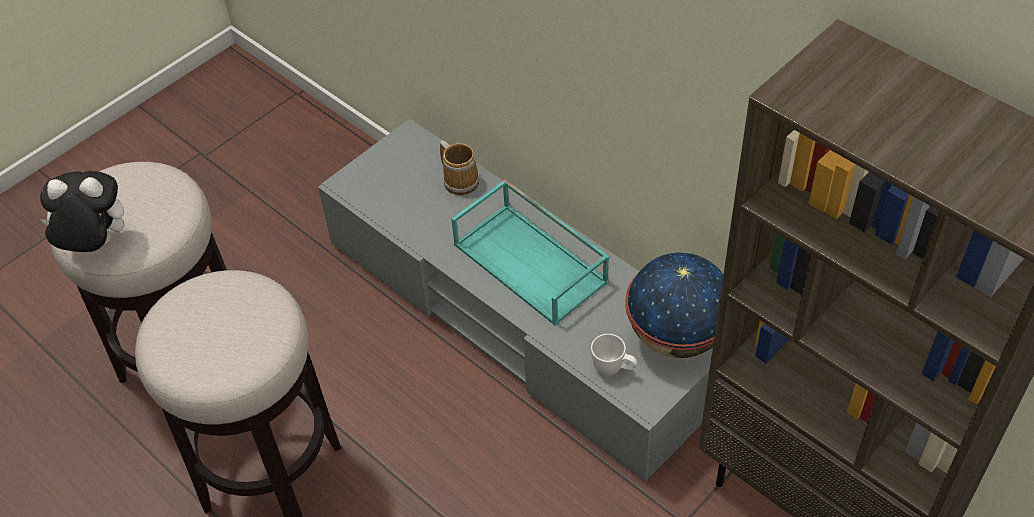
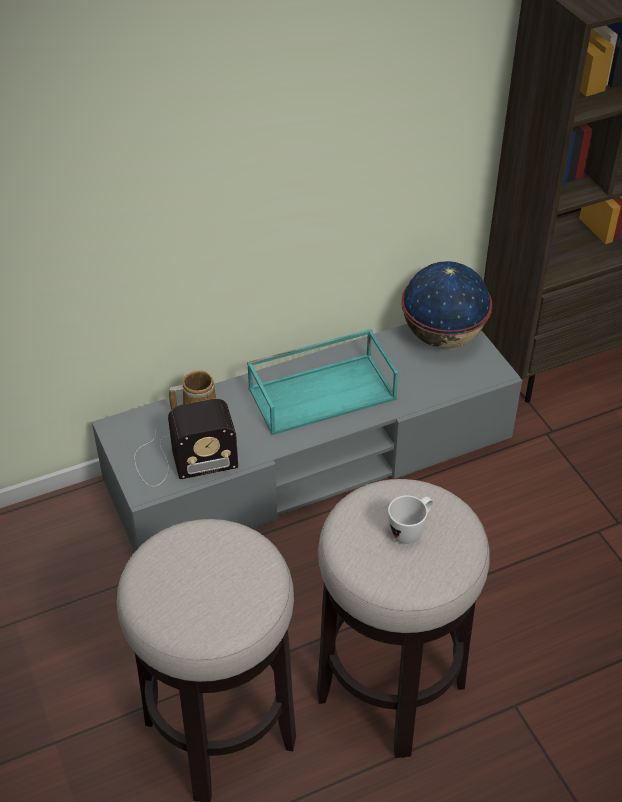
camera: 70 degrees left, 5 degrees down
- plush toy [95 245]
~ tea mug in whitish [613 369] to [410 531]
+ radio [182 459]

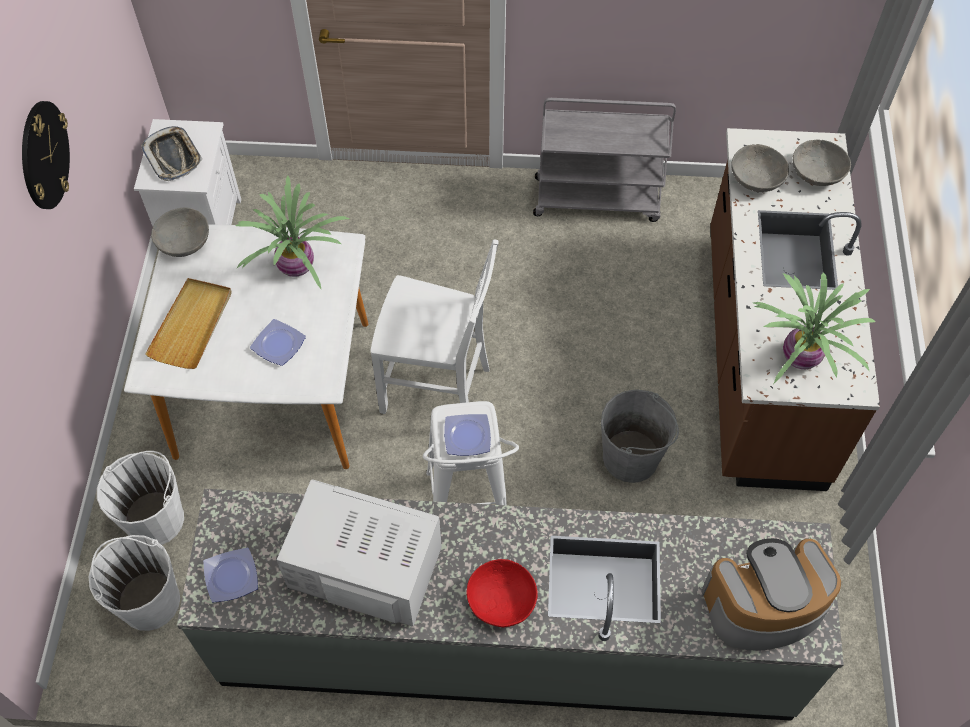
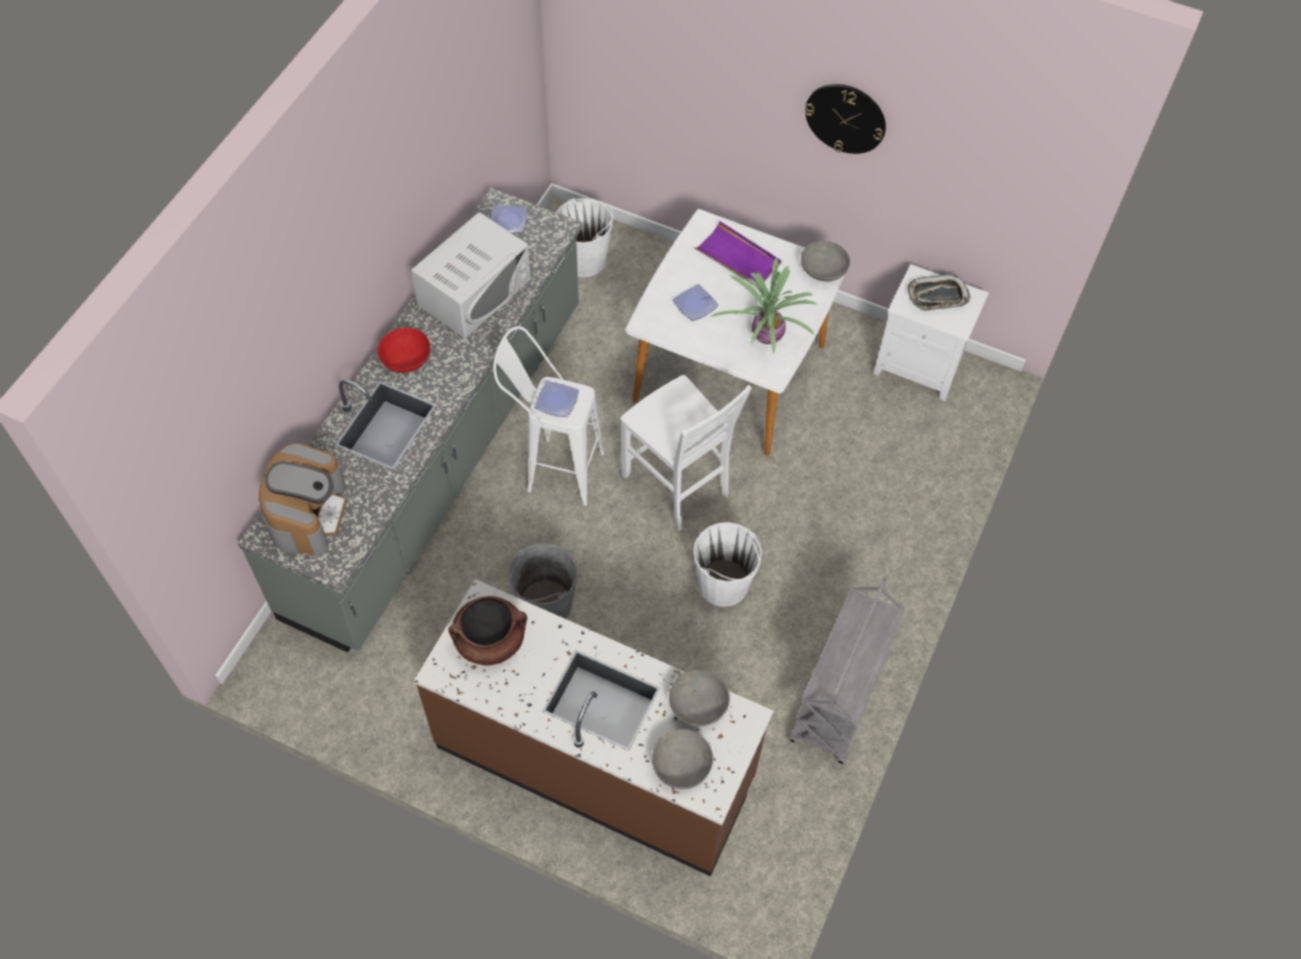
camera: 110 degrees right, 0 degrees up
~ water bucket in whitish [155 519] to [723 584]
~ carrying tray in beige [192 325] to carrying tray in purple-coloured [738 258]
~ plain chair in whitish [438 389] = [677 486] 75 degrees counterclockwise
~ plant in a pot [798 358] to saucepot in brown-coloured [490 640]

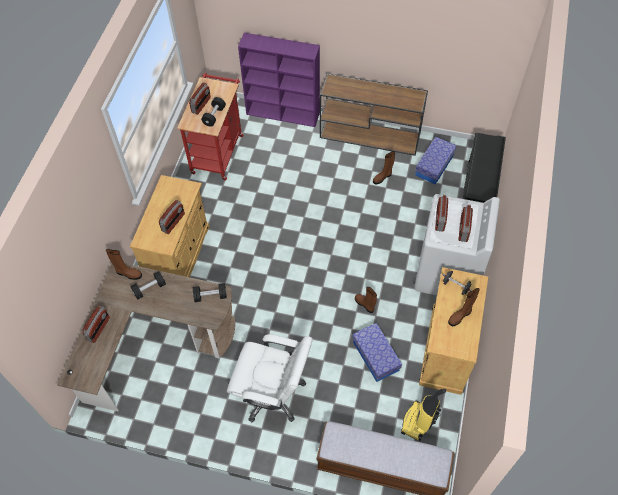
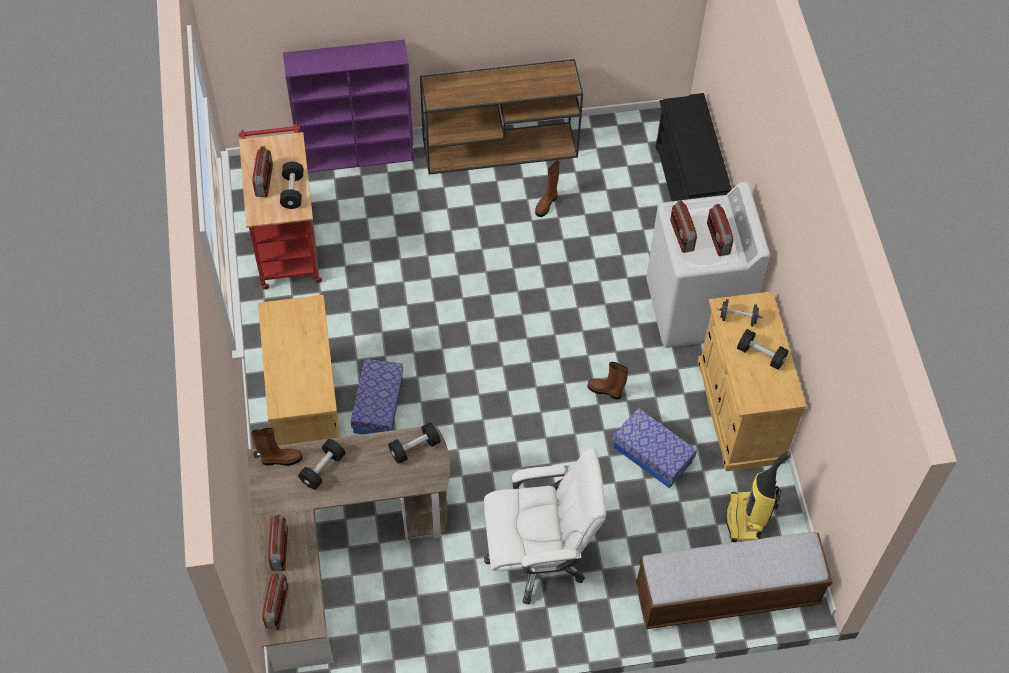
camera: 25 degrees left, 0 degrees up
~ radio [173 222] to [277 607]
~ storage container [434 165] to [378 405]
~ tall boot in brown-coloured [460 316] to free weight in black-coloured [761 355]

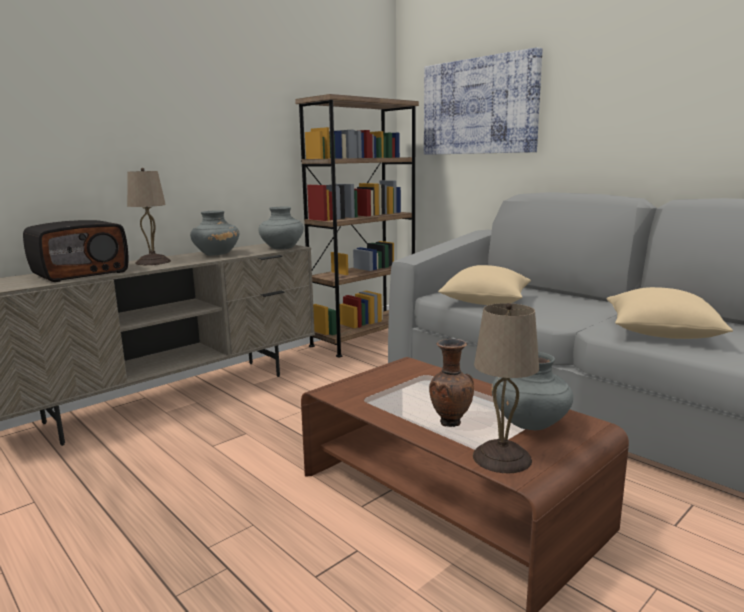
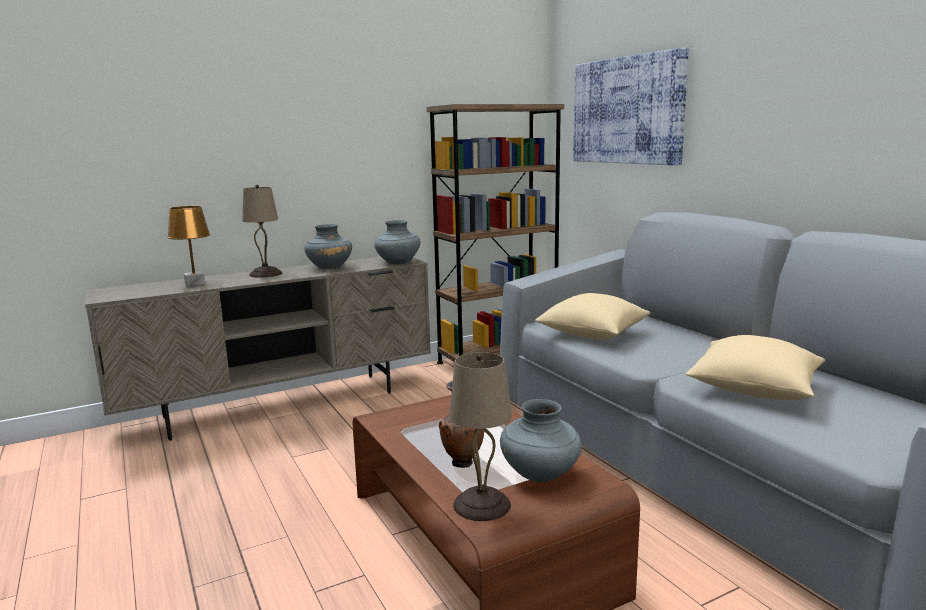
camera: 15 degrees right, 0 degrees up
~ radio [81 273] to lamp for a table in brown-coloured [195 283]

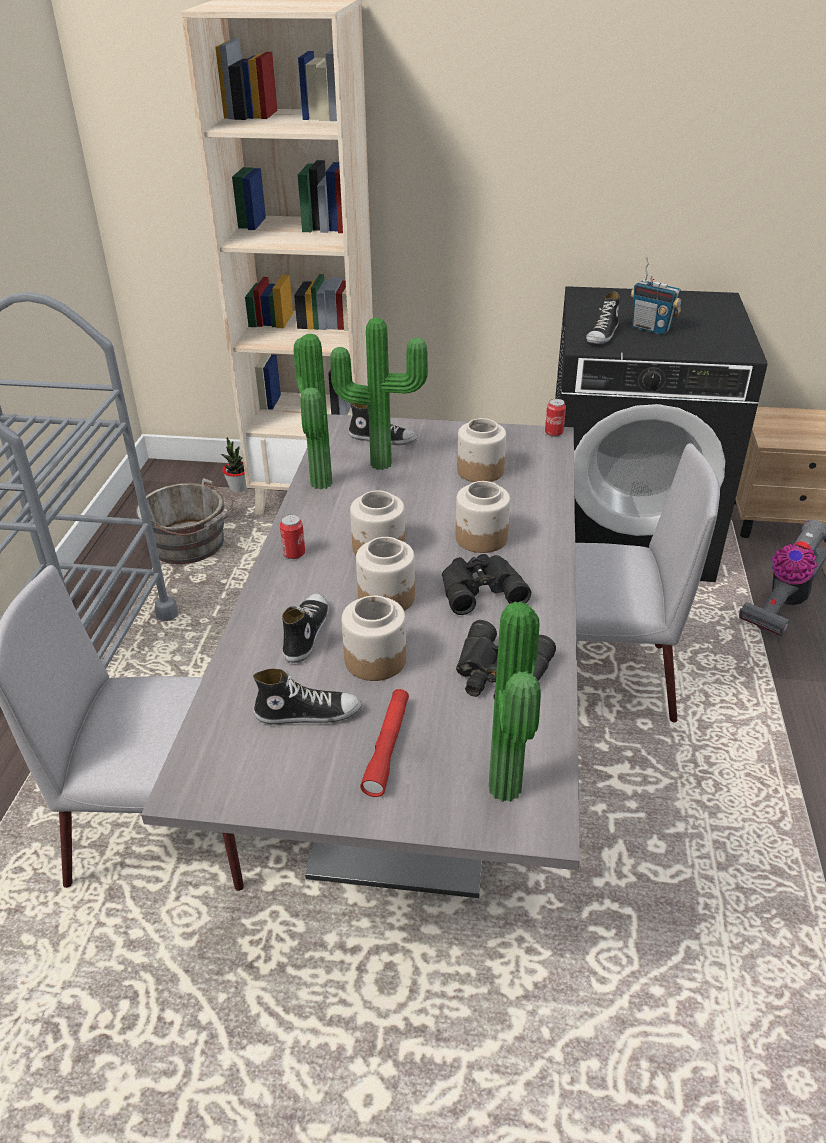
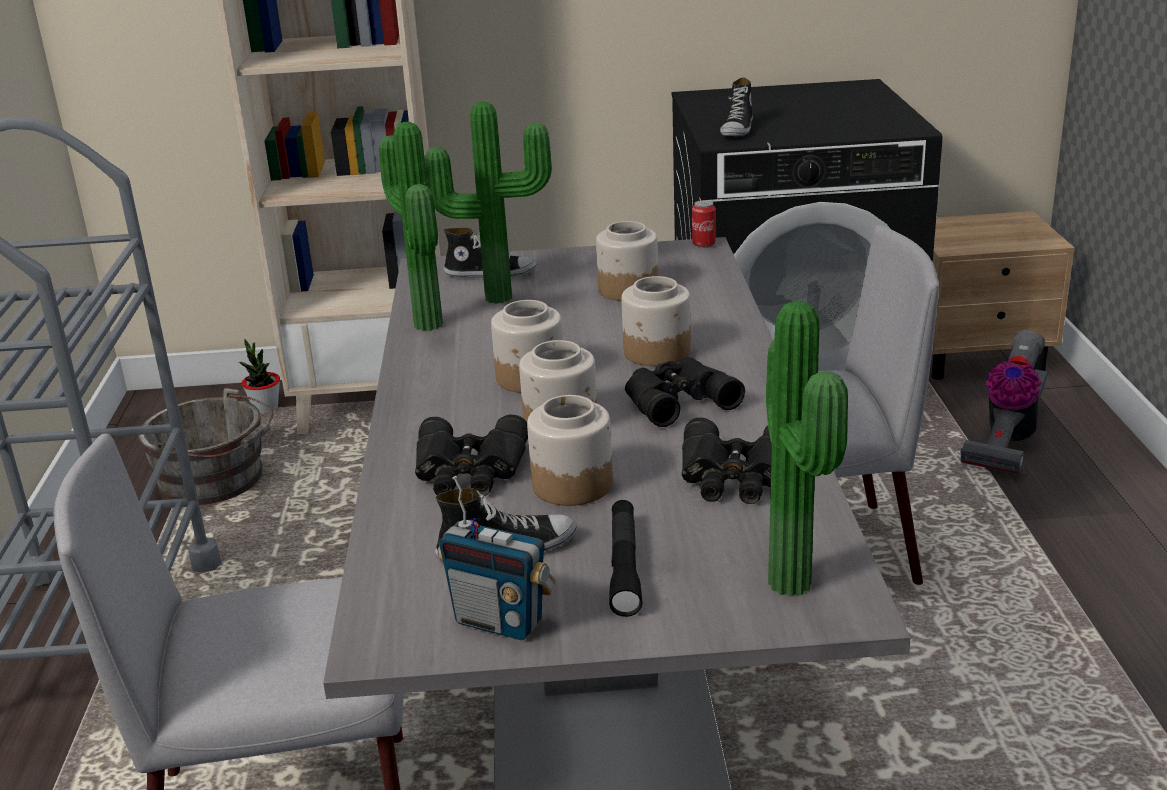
camera: 10 degrees left, 10 degrees down
- can [294 554]
~ low shoe [305 633] to field glasses in black-coloured [470 471]
~ torch in reddish [387 747] to torch in black-coloured [624 566]
~ radio [651 329] to [499 622]

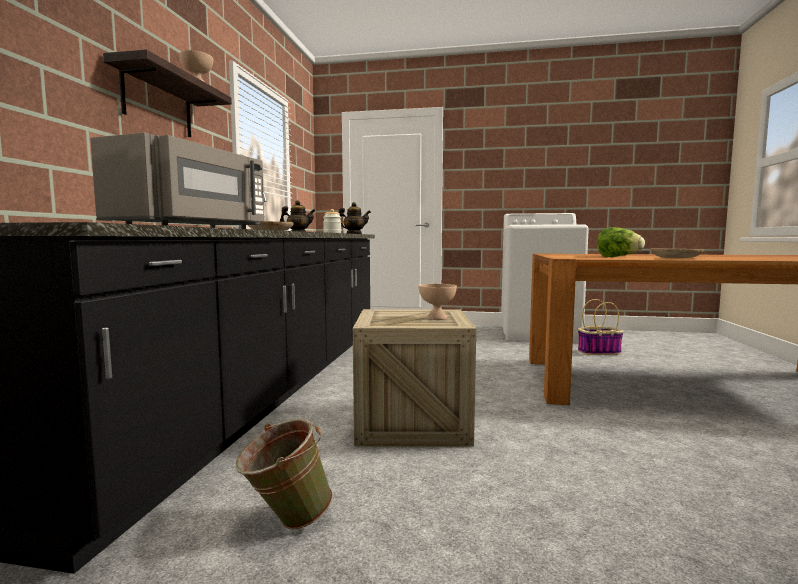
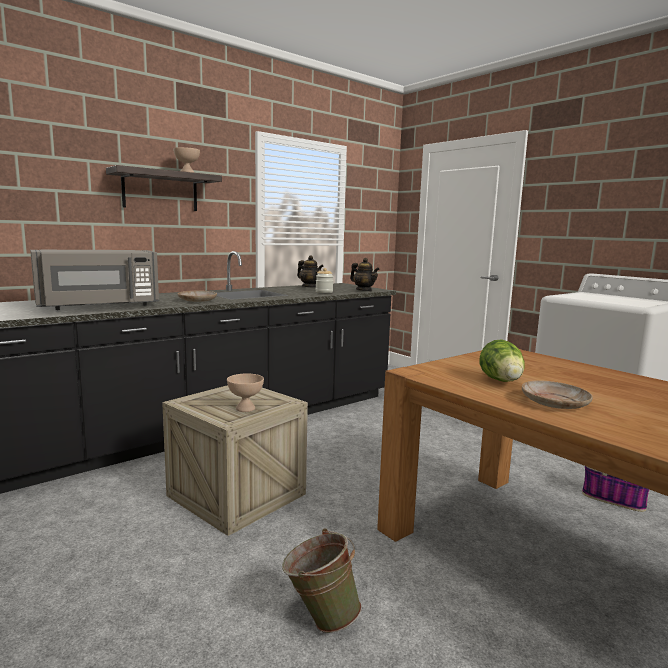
camera: 40 degrees right, 5 degrees up
~ water bucket in greenish [285 521] to [320 617]

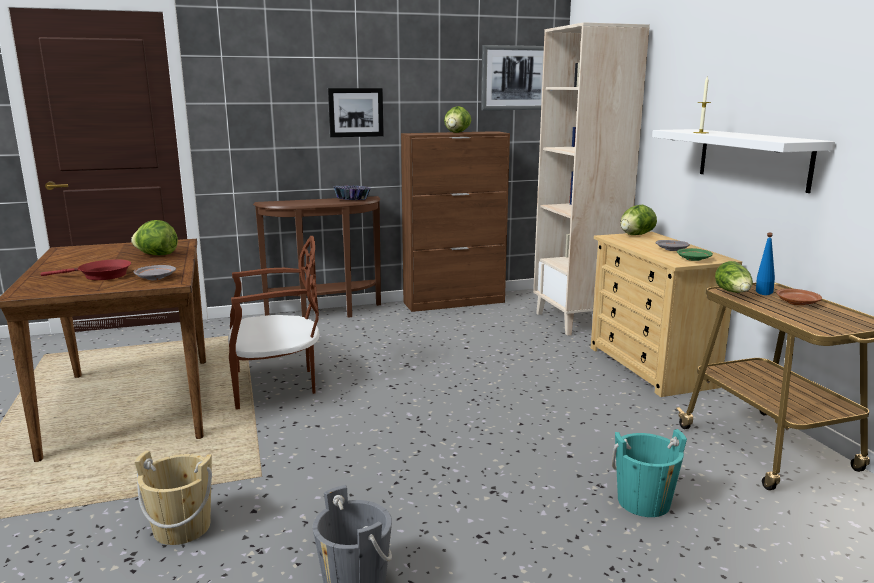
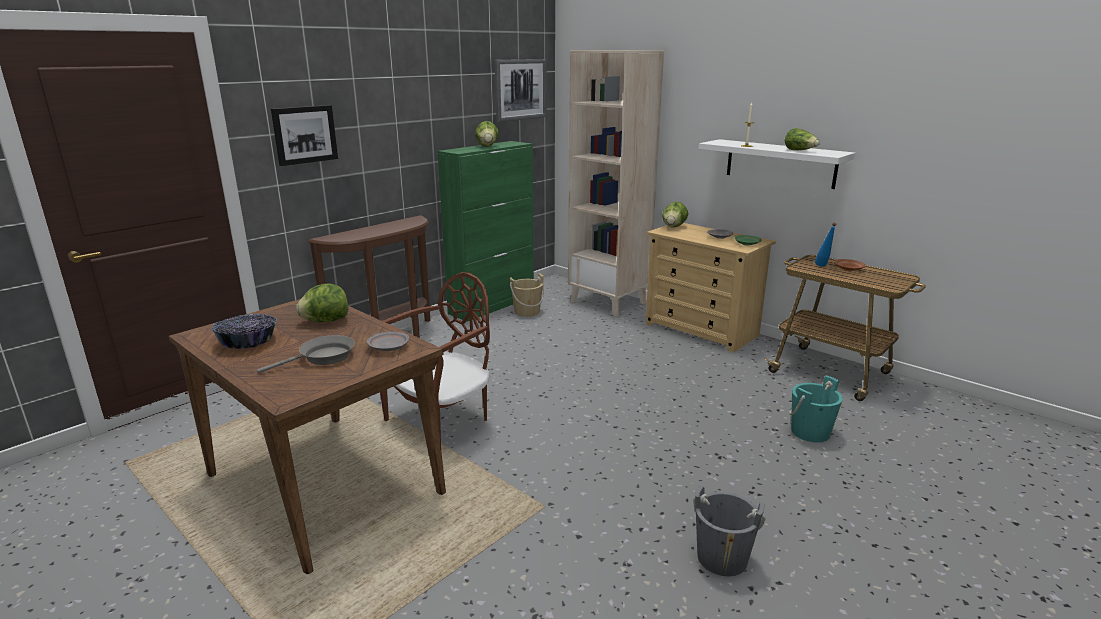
camera: 30 degrees left, 5 degrees up
~ skillet in reddish [100 275] to skillet in grey [323 358]
~ water bucket in beige [182 528] to [527 312]
~ picture [355 112] to [304 134]
~ deep dish [352 199] to [248 341]
~ storage cabinet in brown-coloured [454 302] to storage cabinet in greenish [492 304]
~ lettuce [734 293] to [800 151]

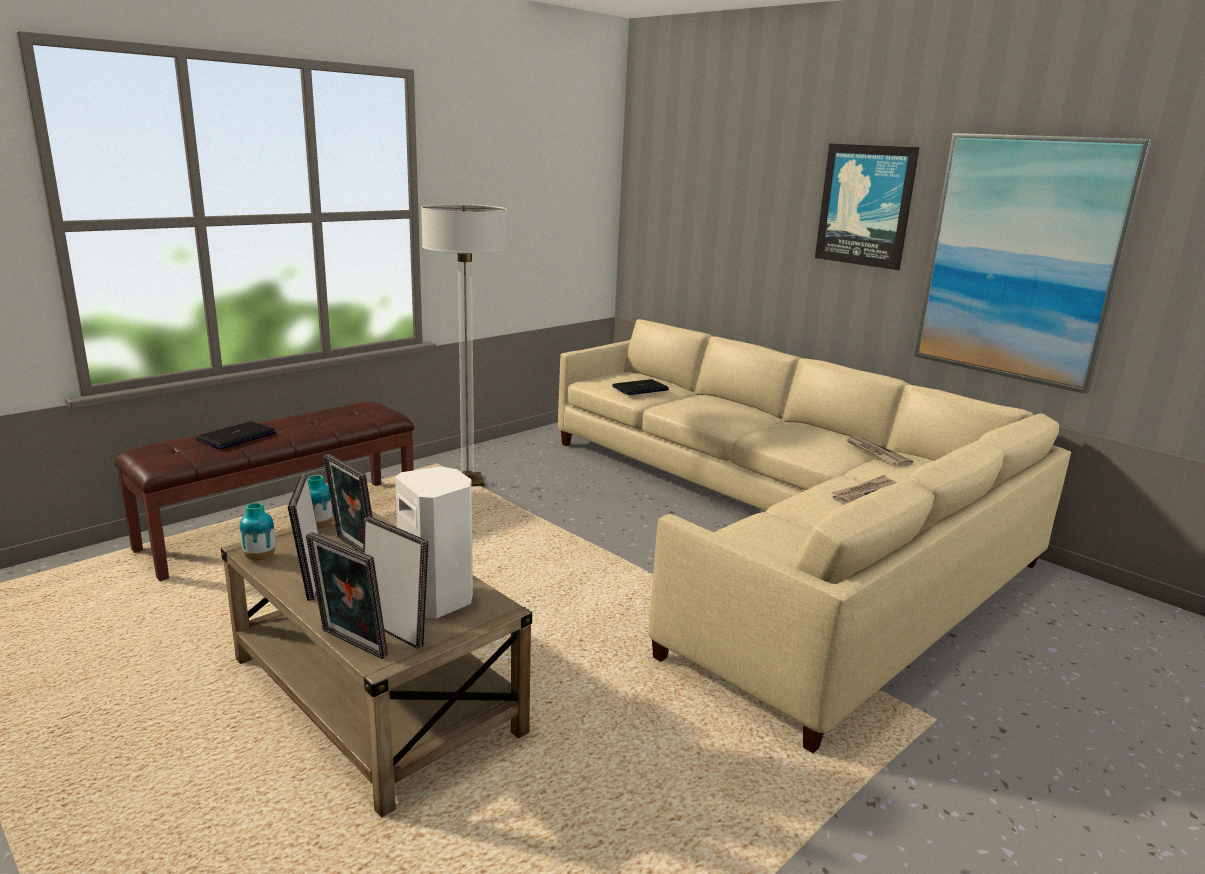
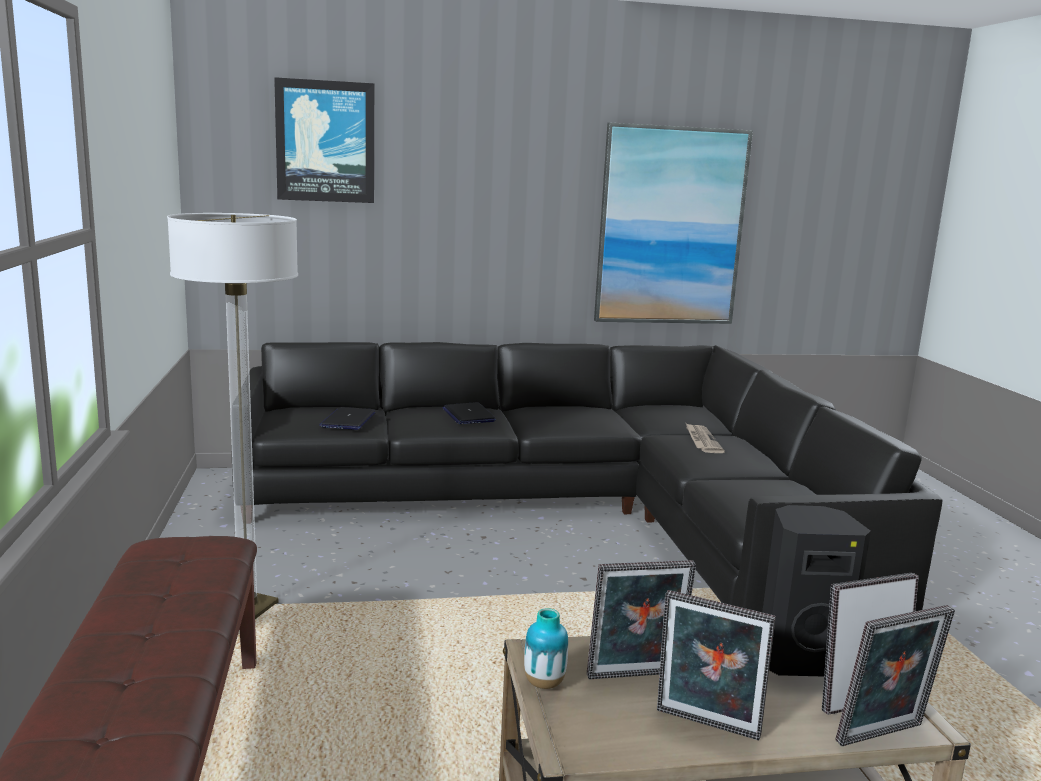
camera: 55 degrees left, 5 degrees down
~ laptop [236 437] to [468 415]
- flower vase [260 557]
~ loudspeaker in whitish [439 599] to loudspeaker in black-coloured [798 659]
~ sofa in beige [779 532] to sofa in black-coloured [577 513]
~ picture [865 205] to [325 141]
- printed paper [875 453]

